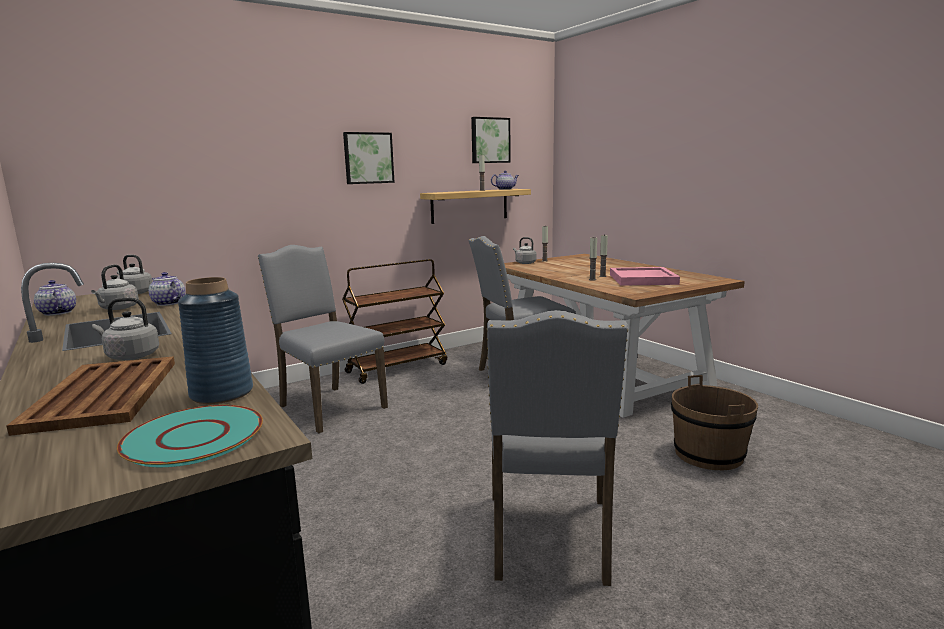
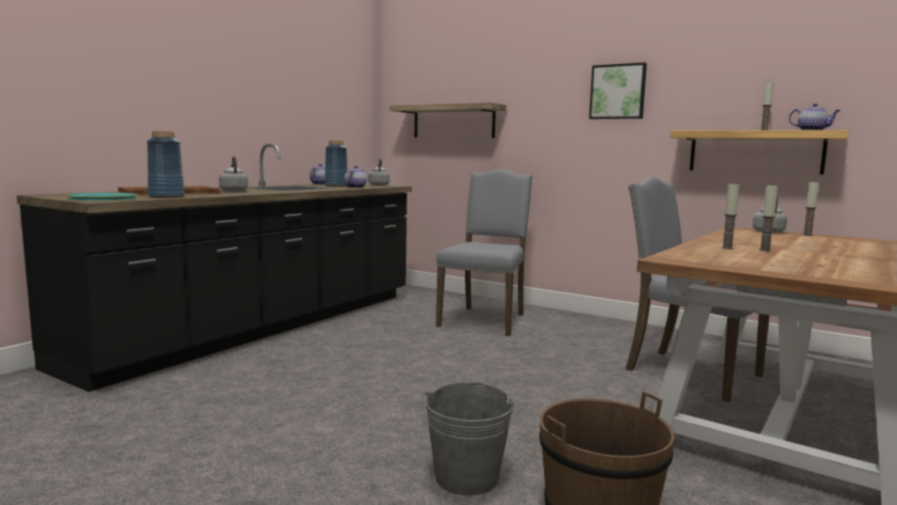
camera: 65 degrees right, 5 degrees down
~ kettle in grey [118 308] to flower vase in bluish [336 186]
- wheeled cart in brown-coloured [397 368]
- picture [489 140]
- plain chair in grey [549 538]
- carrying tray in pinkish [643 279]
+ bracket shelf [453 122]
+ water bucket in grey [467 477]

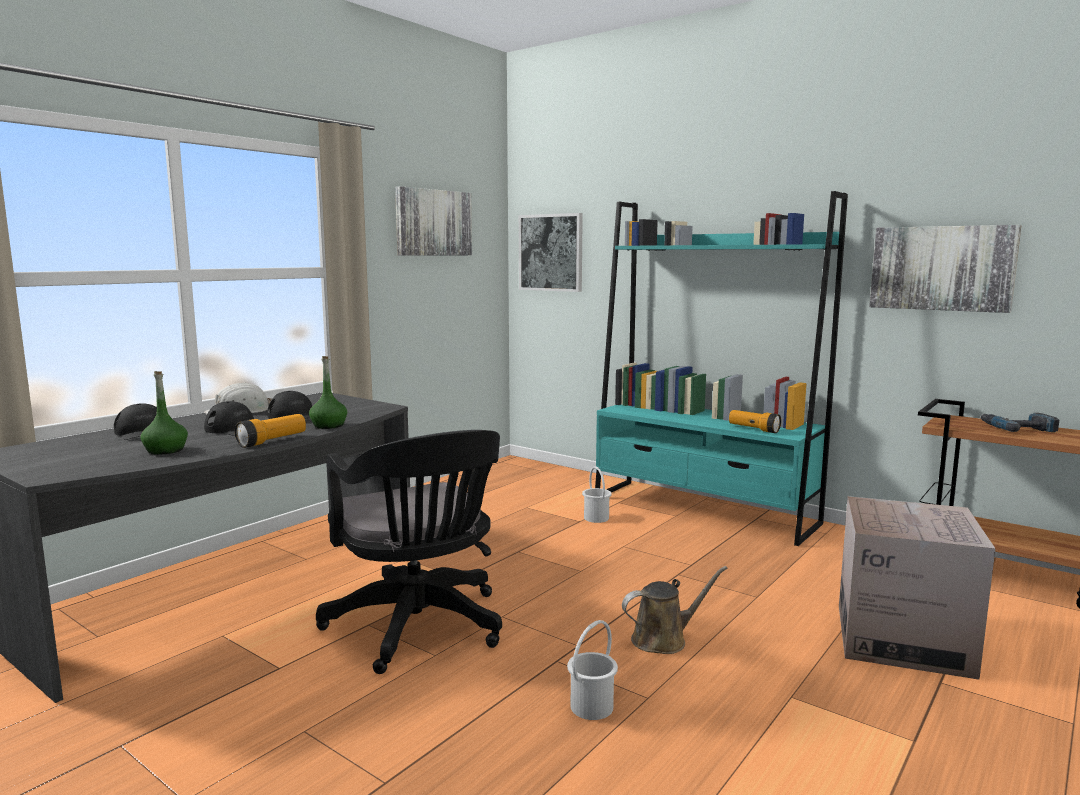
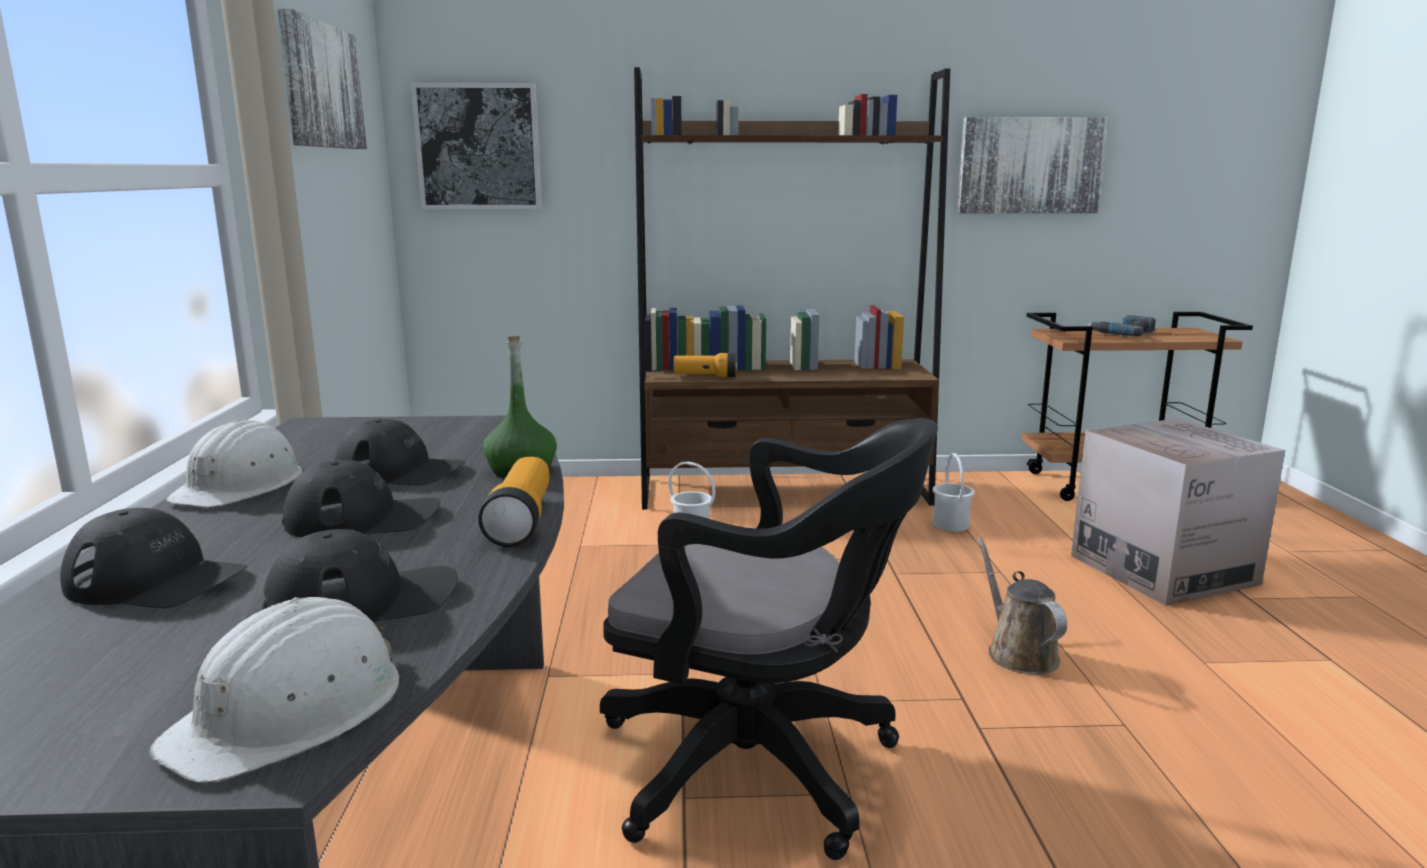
camera: 40 degrees left, 5 degrees up
~ beverage bottle in greenish [165 450] to baseball cap in black-coloured [364 600]
~ water bucket in whitish [592 707] to [951 525]
~ bookshelf in blue-green [703 510] to bookshelf in brown-coloured [784 492]
~ watering pot in brown-coloured [664 639] = [1018 653] 45 degrees counterclockwise
~ torch [754 429] to [705 376]
+ work helmet in whitish [292 712]

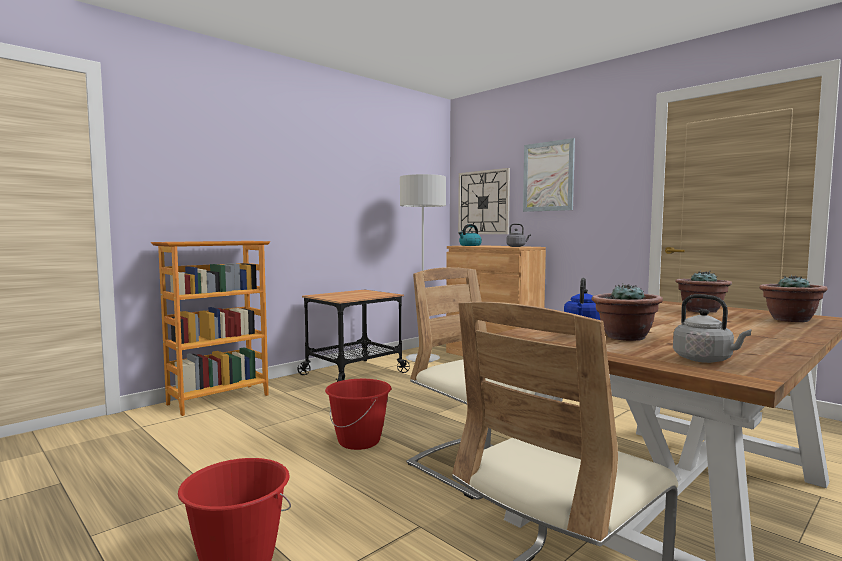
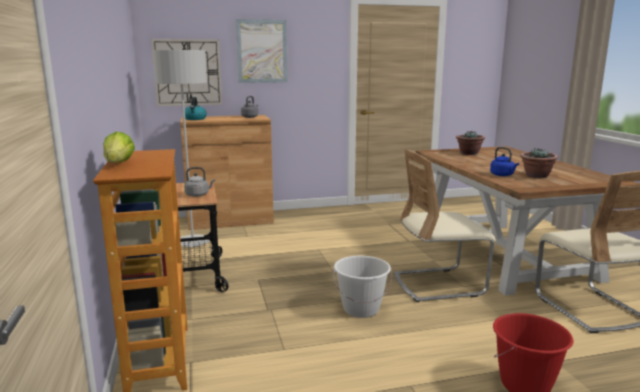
camera: 60 degrees left, 10 degrees up
~ water bucket in reddish [359 441] to water bucket in whitish [361 309]
~ kettle in grey [705 360] to [198 195]
- plant in a pot [789 320]
+ lettuce [118 164]

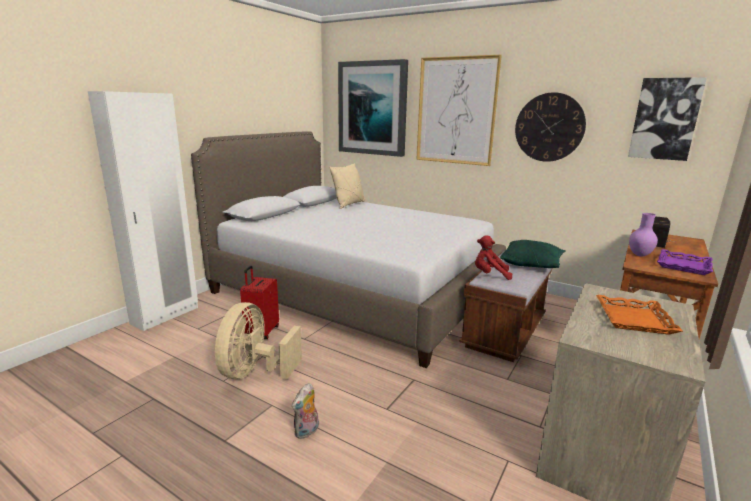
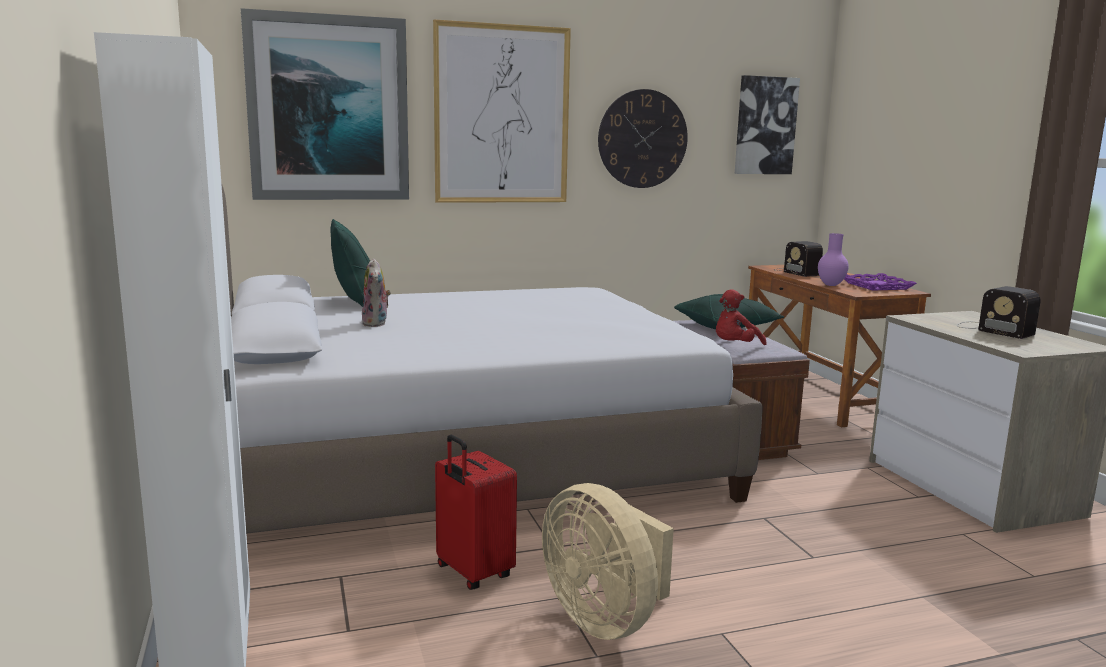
camera: 50 degrees left, 5 degrees down
~ plush toy [307 432] to [377 323]
~ throw pillow in beige [349 204] to throw pillow in greenish [354 302]
~ carrying tray in orange [634 319] to radio [991 329]

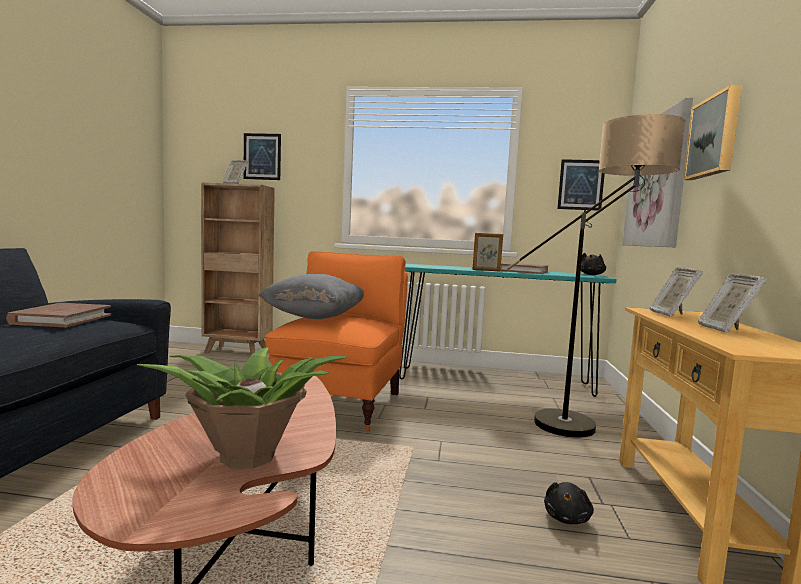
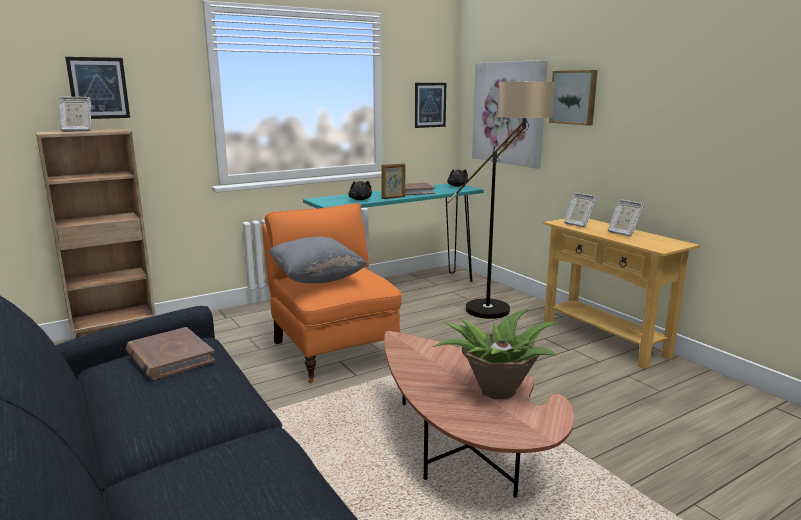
camera: 40 degrees left, 10 degrees up
~ plush toy in black-coloured [567 518] to [360 199]

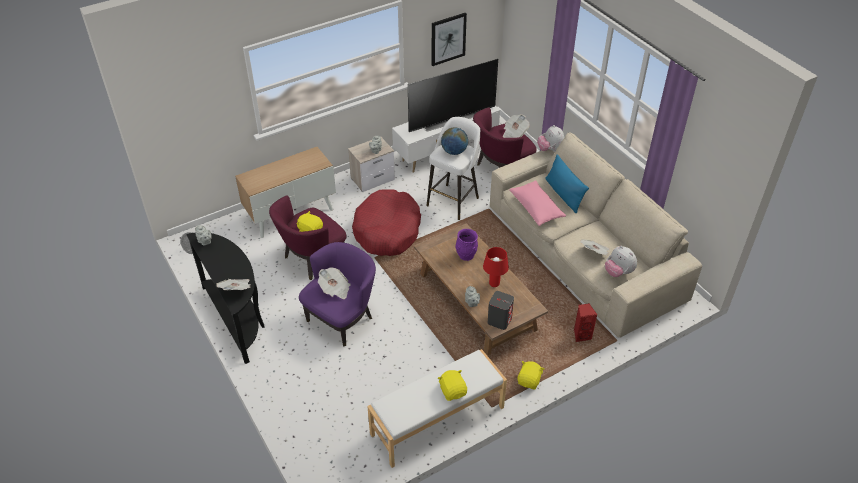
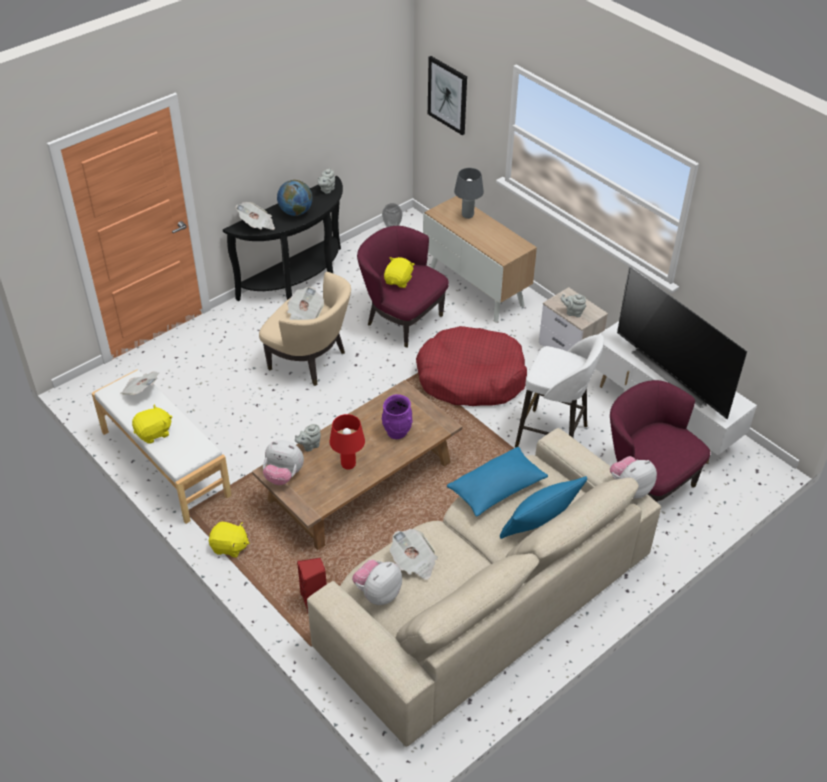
camera: 80 degrees right, 0 degrees up
~ lounge chair in purple-coloured [342 319] to lounge chair in beige [310 361]
~ picture [448 39] to [447 95]
~ world globe [454 151] to [295 212]
~ loudspeaker in grey [499 320] to plush toy [283 475]
~ printed paper [514 133] to [141 391]
~ throw pillow in pinkish [536 209] to throw pillow in bluish [496 489]
+ lamp for a table in grey [467 215]

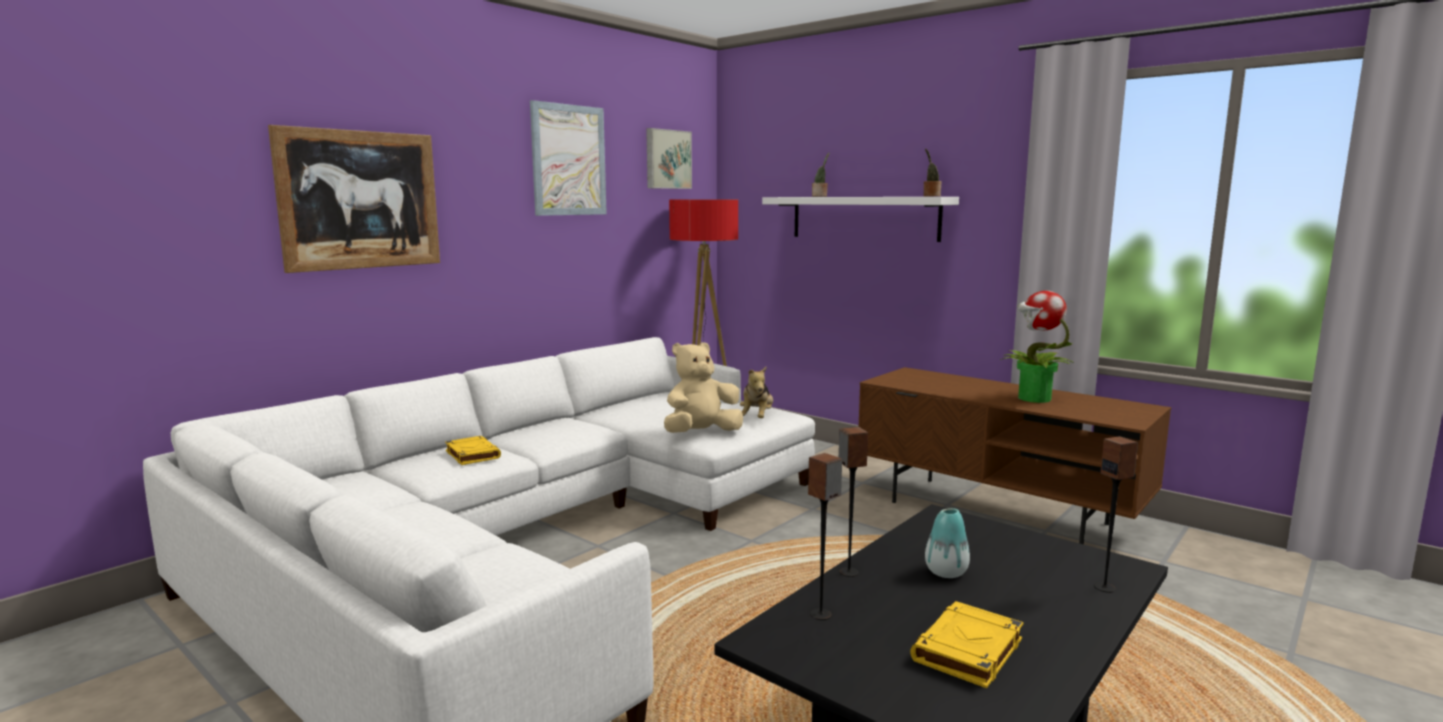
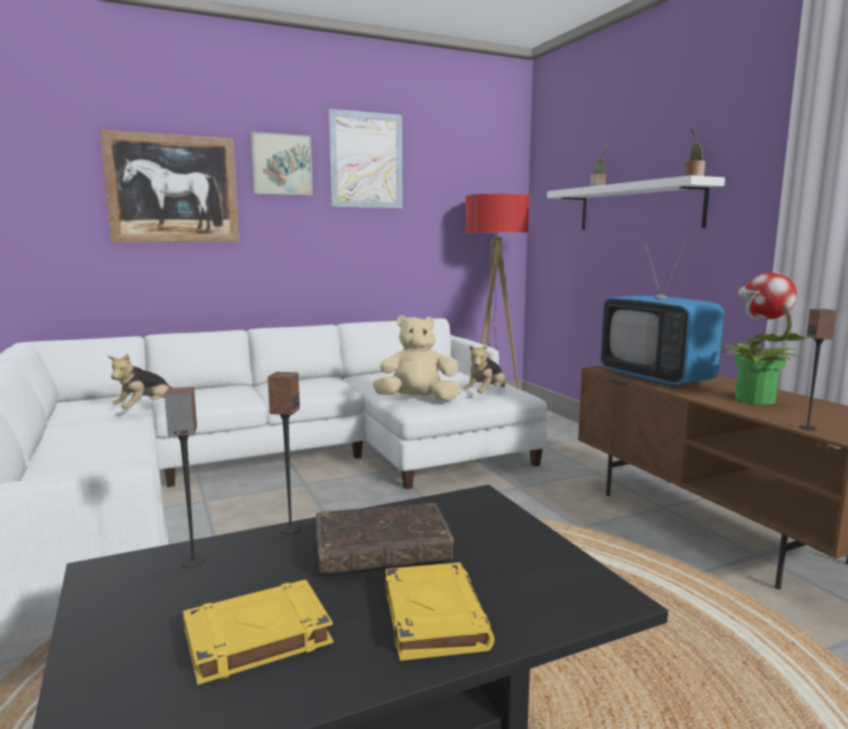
camera: 25 degrees right, 0 degrees up
~ bound book in yellow-coloured [472 454] to [433 616]
~ picture [667 159] to [281 165]
~ flower vase [946 572] to bound book in brown-coloured [382 552]
~ loudspeaker [1105 587] to [808 428]
+ plush toy [146 409]
+ TV [655 378]

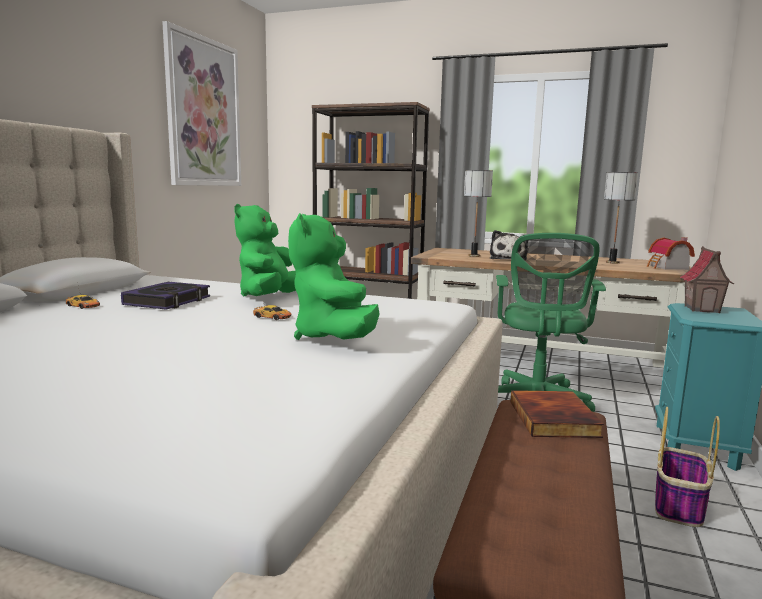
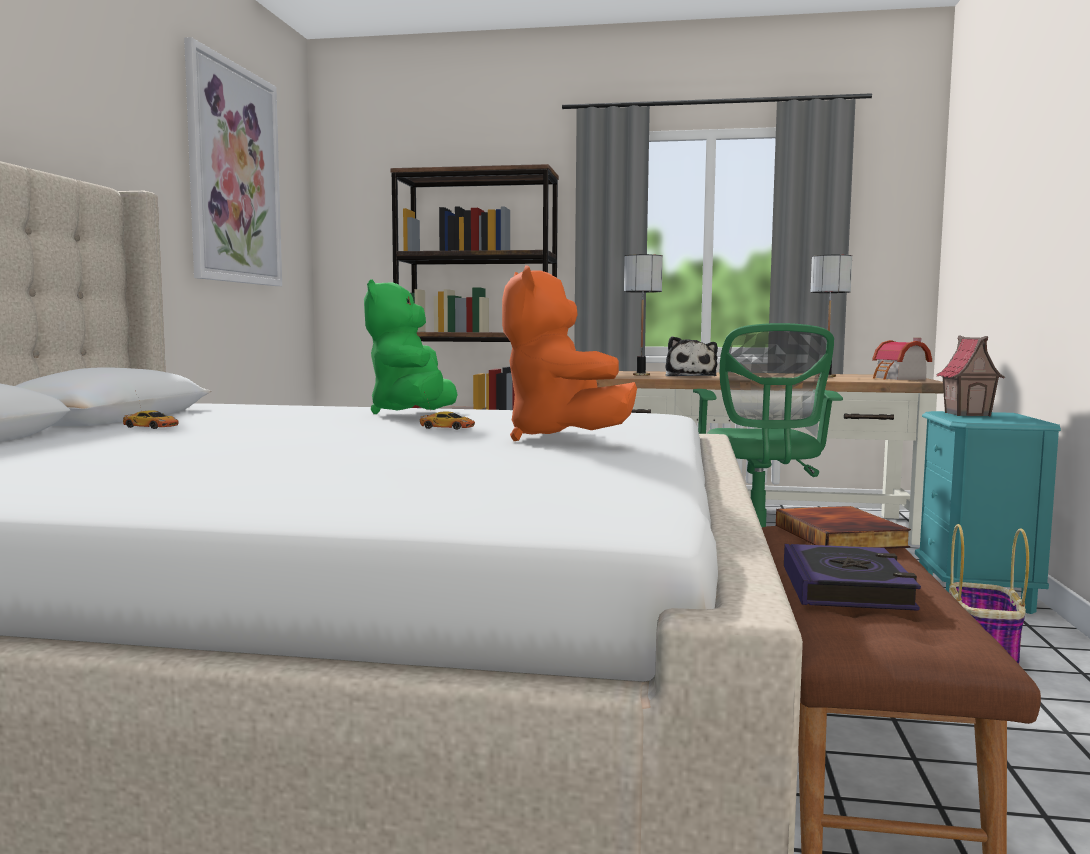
camera: 10 degrees left, 5 degrees down
~ bound book [168 301] to [846 588]
~ plush toy in greenish [333 338] to plush toy in orange [560 439]

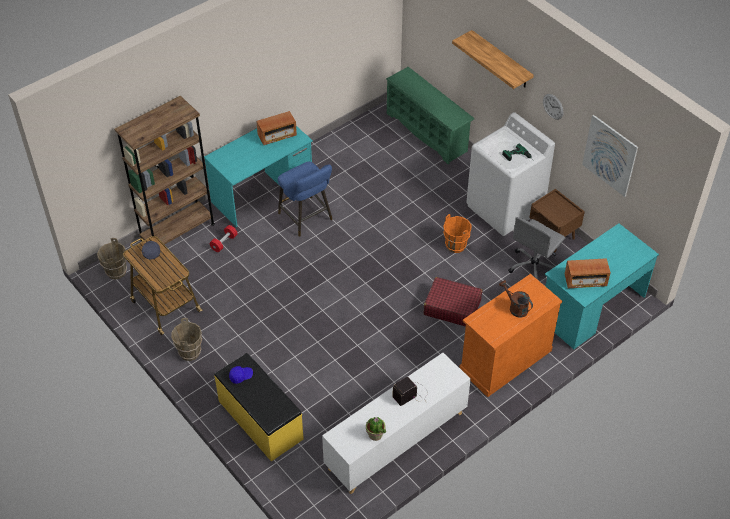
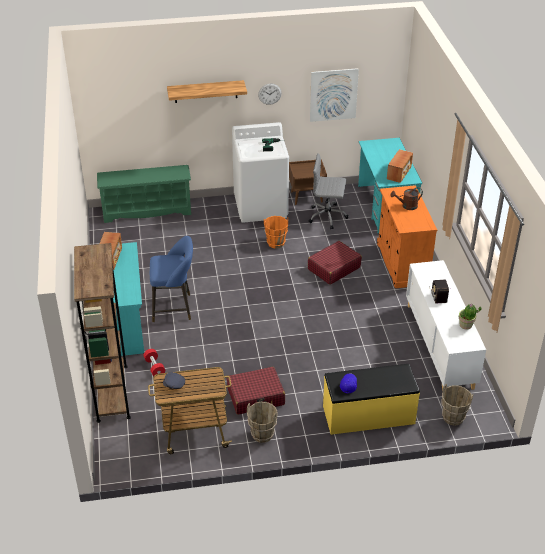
camera: 60 degrees left, 10 degrees down
~ water bucket in brown-coloured [116 272] to [453 418]
~ office chair in grey [534 267] = [328 216] 120 degrees clockwise
+ piece of luggage in reddish [256 396]

